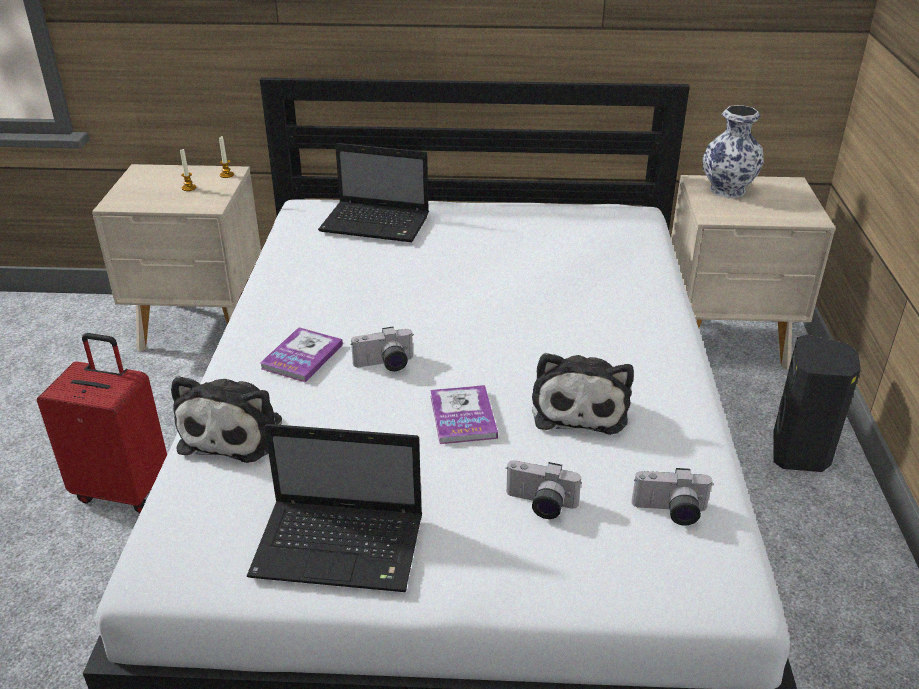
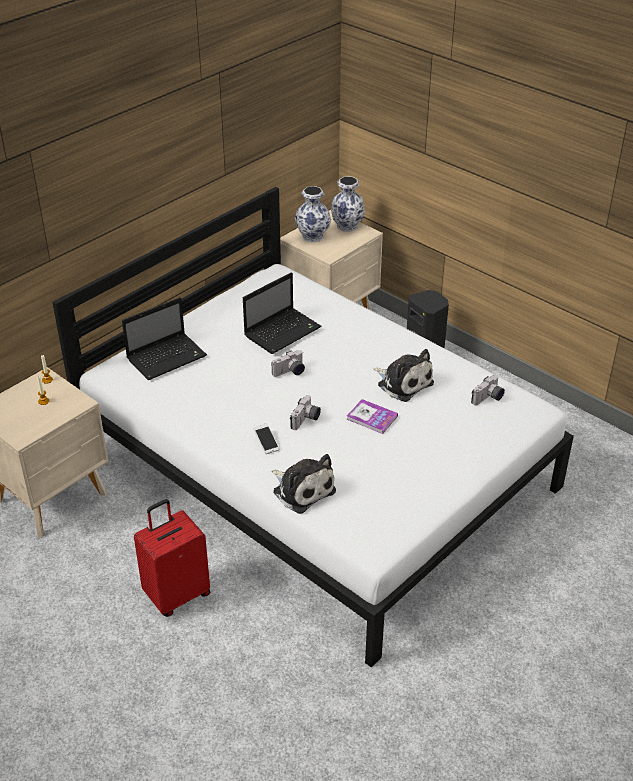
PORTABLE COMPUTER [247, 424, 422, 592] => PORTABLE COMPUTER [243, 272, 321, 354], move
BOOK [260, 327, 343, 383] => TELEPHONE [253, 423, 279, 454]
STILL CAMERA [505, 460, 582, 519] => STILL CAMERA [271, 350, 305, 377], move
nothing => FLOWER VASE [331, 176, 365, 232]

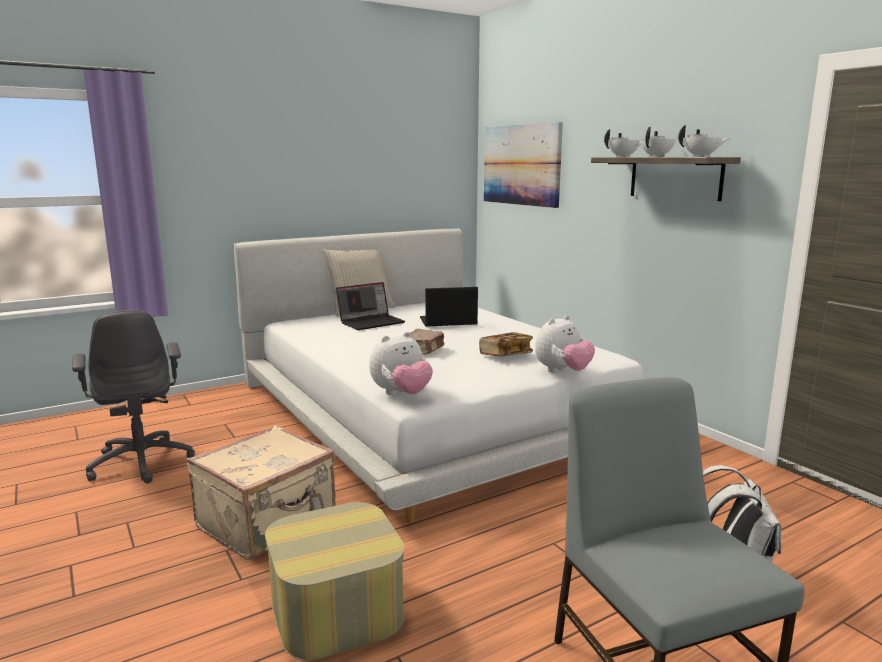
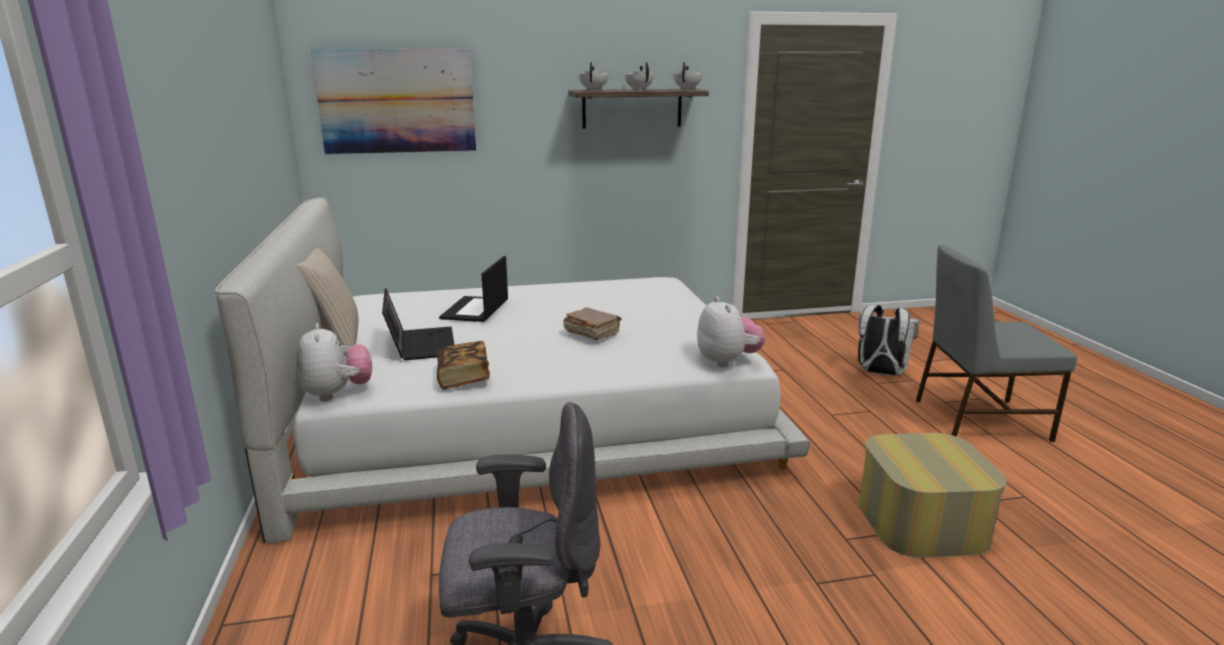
BEIGE-COLOURED TRAVEL CASE [186, 425, 336, 560] => nothing
BOOK [479, 332, 533, 357] => BOOK [437, 341, 490, 389], move
PLUSH TOY [535, 315, 595, 372] => PLUSH TOY [297, 323, 372, 401], move

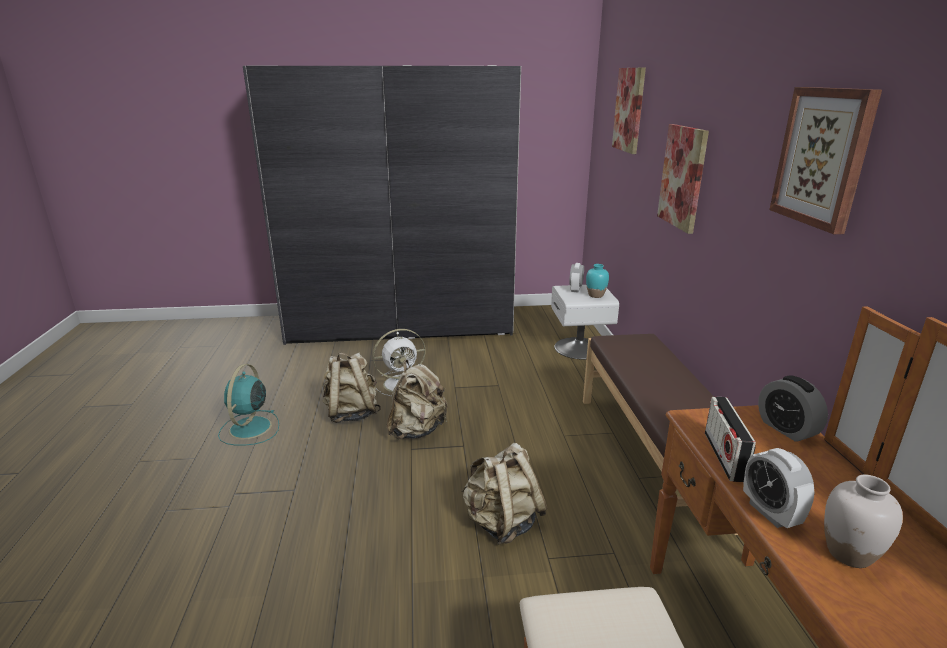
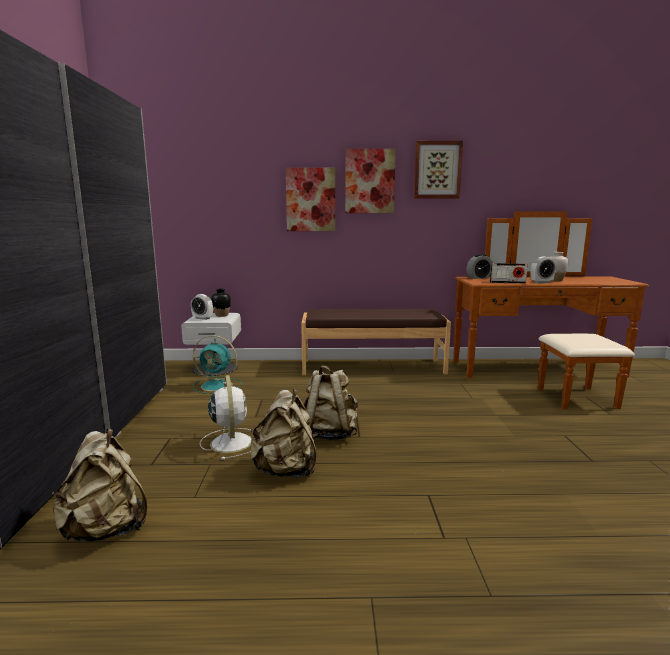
TURQUOISE FAN [218, 364, 279, 446] => TURQUOISE FAN [193, 335, 241, 394], move
BEIGE-COLOURED RUCKSACK [462, 443, 547, 545] => BEIGE-COLOURED RUCKSACK [52, 429, 147, 542], move
TURQUOISE FLOWER VASE [586, 264, 609, 298] => BLACK FLOWER VASE [211, 288, 231, 317]
PICTURE [612, 68, 646, 154] => PICTURE [345, 149, 396, 213], move

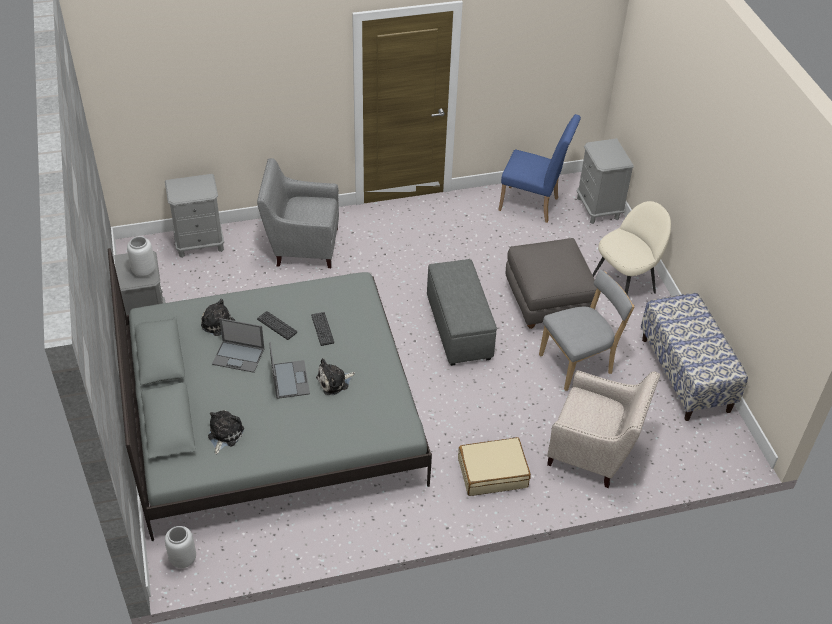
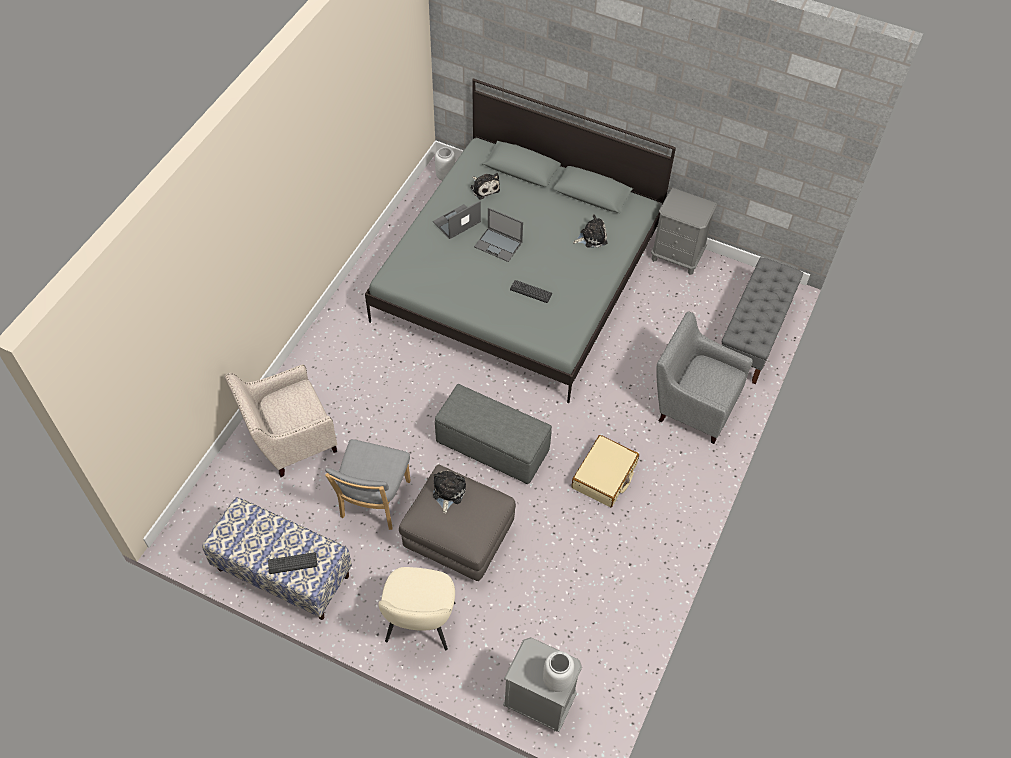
GRAY FLOWER VASE [127, 236, 155, 277] => GRAY FLOWER VASE [543, 651, 574, 692], move
GRAY NIGHT TABLE [165, 174, 224, 258] => GRAY INDOOR BENCH [722, 257, 803, 385]
PORTABLE COMPUTER [212, 318, 264, 373] => PORTABLE COMPUTER [433, 201, 481, 239], move
GRAY EASY CHAIR [257, 158, 339, 268] => GRAY EASY CHAIR [656, 311, 753, 444], 105 degrees counterclockwise
COMPUTER KEYBOARD [257, 311, 297, 340] => COMPUTER KEYBOARD [268, 552, 317, 574], move
PLUSH TOY [316, 358, 355, 395] => PLUSH TOY [433, 471, 466, 514], move
BEIGE-COLOURED TRAVEL CASE [458, 437, 531, 496] => BEIGE-COLOURED TRAVEL CASE [571, 435, 639, 507], move
BLUISH UPRIGHT CHAIR [498, 114, 581, 223] => nothing

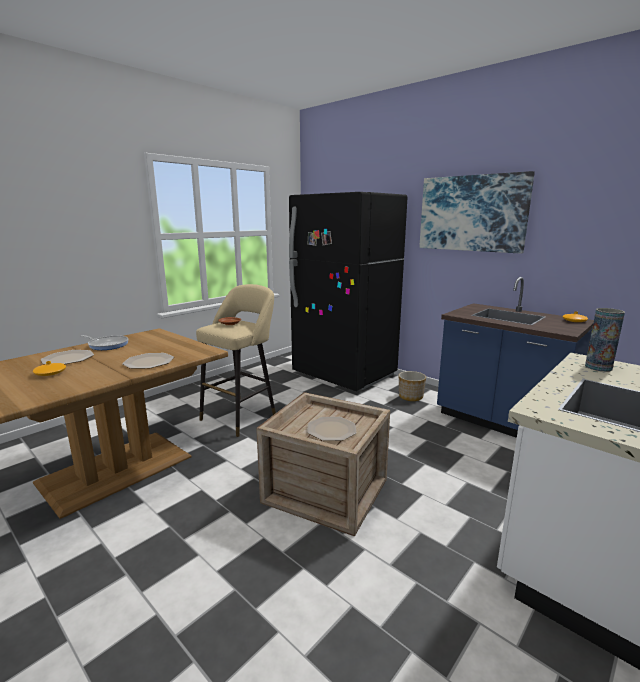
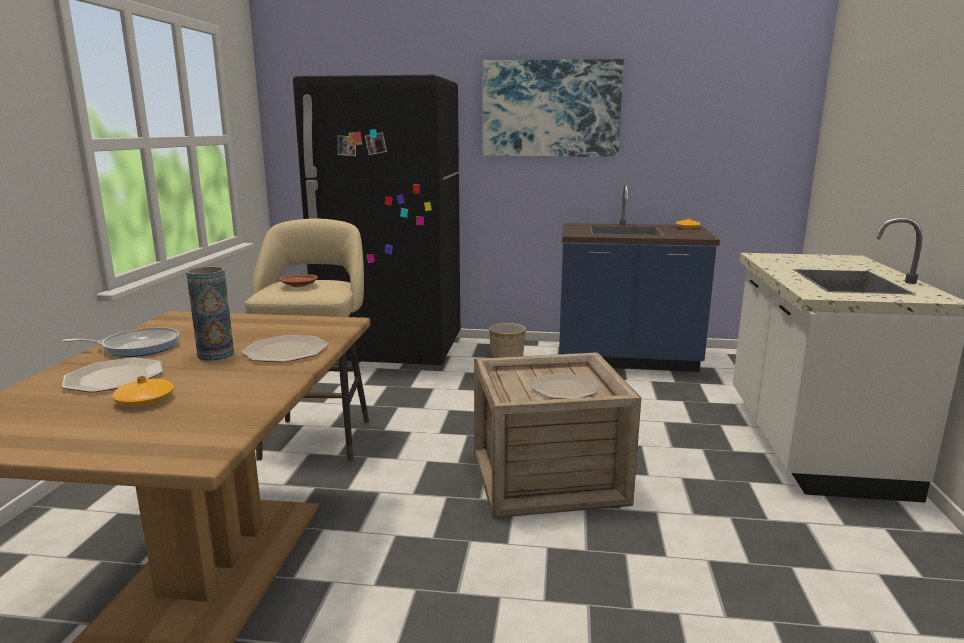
FLOWER VASE [585, 308, 625, 372] => FLOWER VASE [186, 267, 234, 361], move

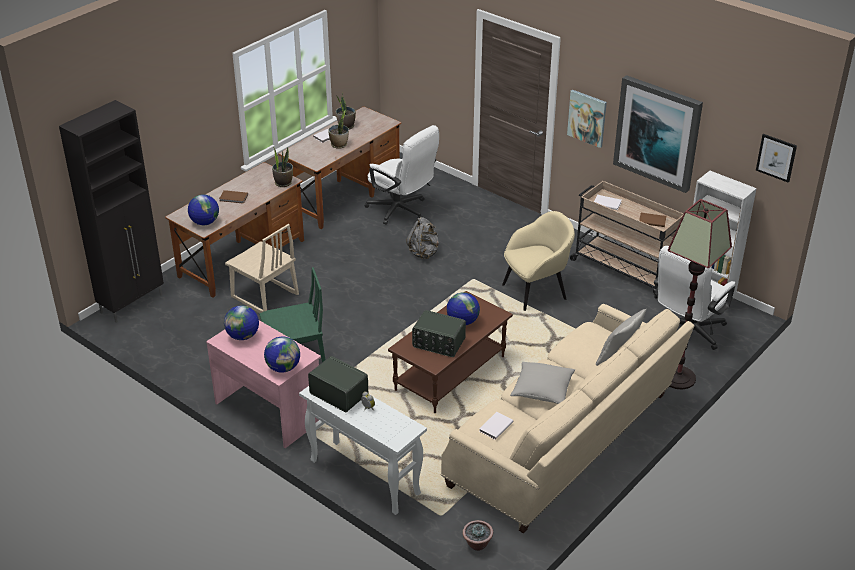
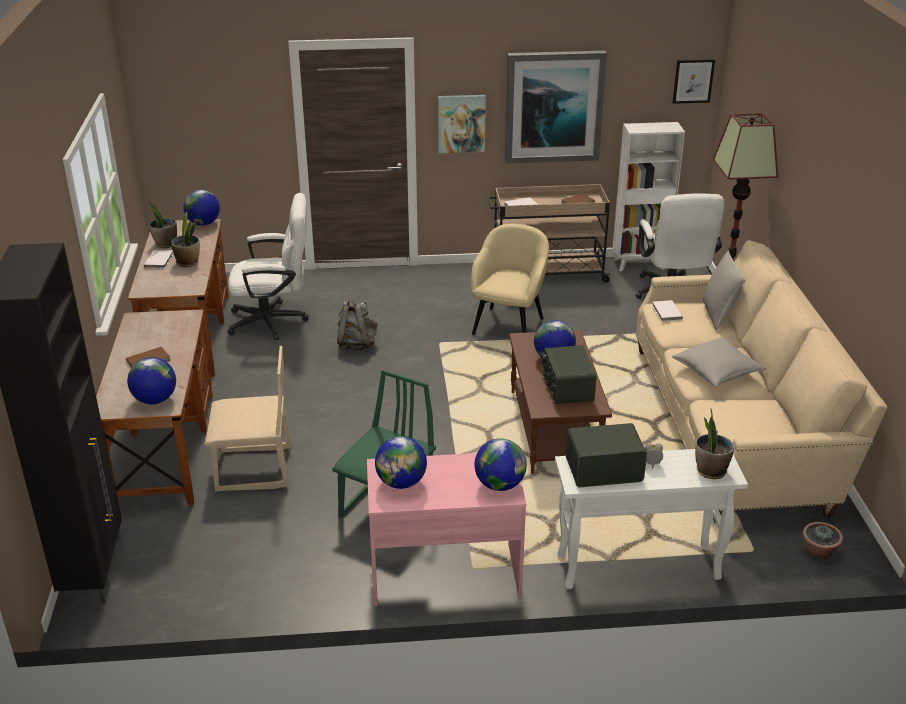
HOUSEPLANT [272, 147, 293, 187] => HOUSEPLANT [695, 409, 734, 479], move
RADIO RECEIVER [412, 310, 466, 357] => RADIO RECEIVER [542, 345, 597, 404], 105 degrees clockwise
WHITE BOOK [479, 412, 513, 440] => WHITE BOOK [652, 300, 683, 321], move
nothing => GLOBE [183, 190, 220, 226]

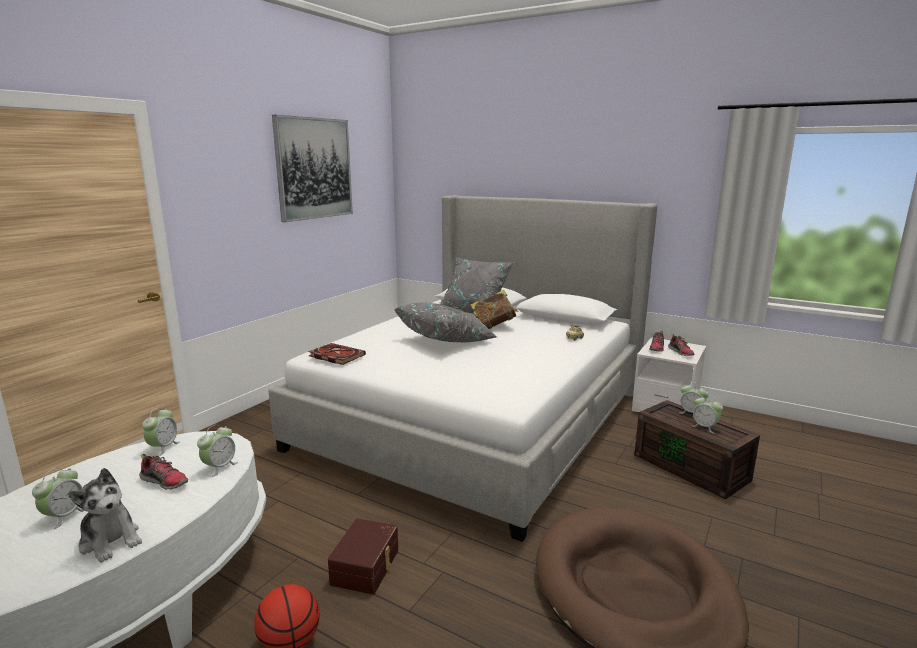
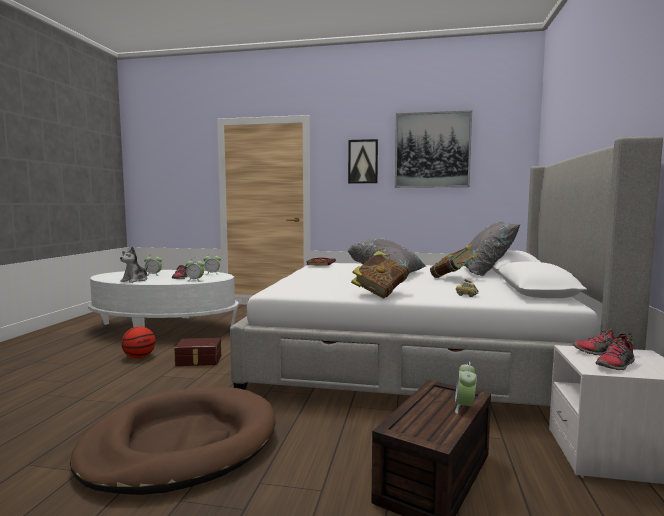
ALARM CLOCK [691, 395, 723, 433] => nothing
nothing => PICTURE [348, 139, 378, 184]
nothing => BOOK [351, 251, 409, 298]

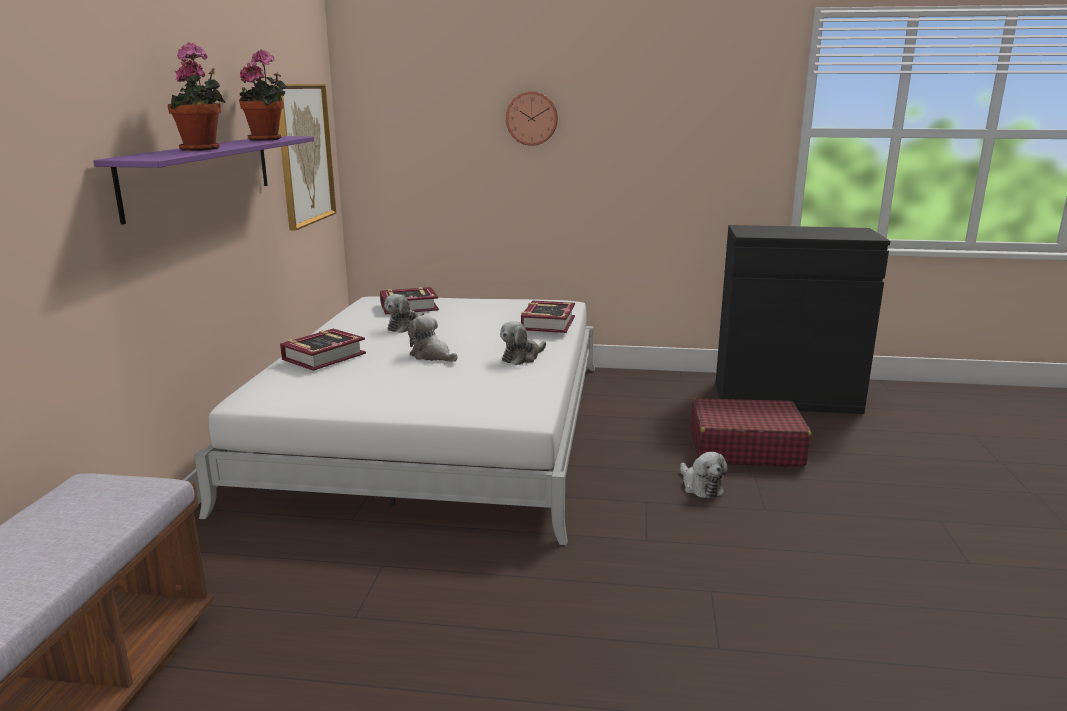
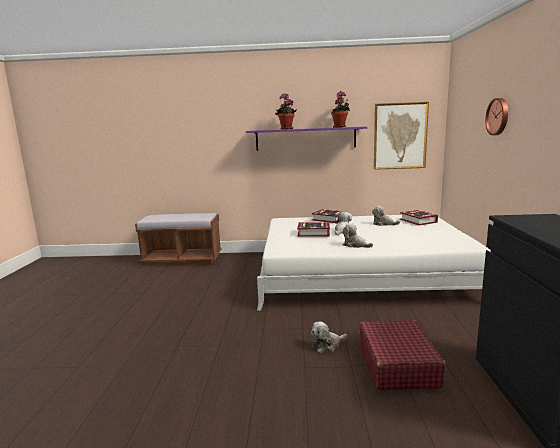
BOOK [521, 301, 575, 333] => BOOK [297, 222, 330, 237], move

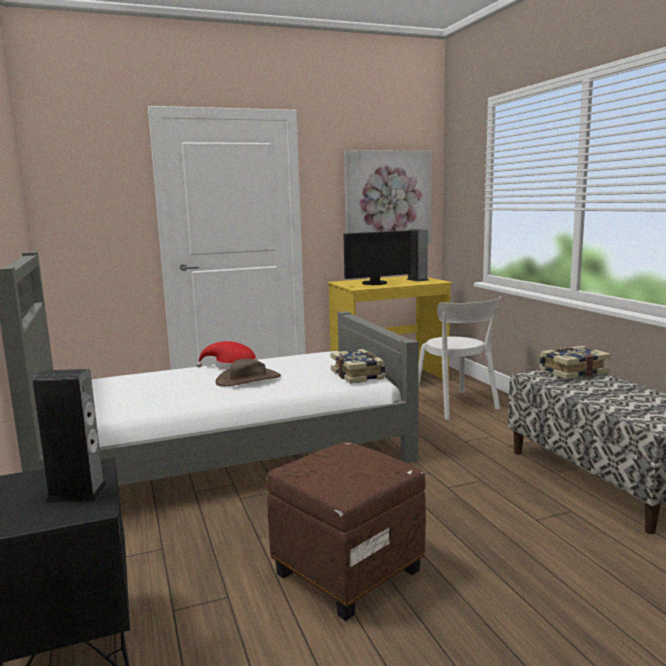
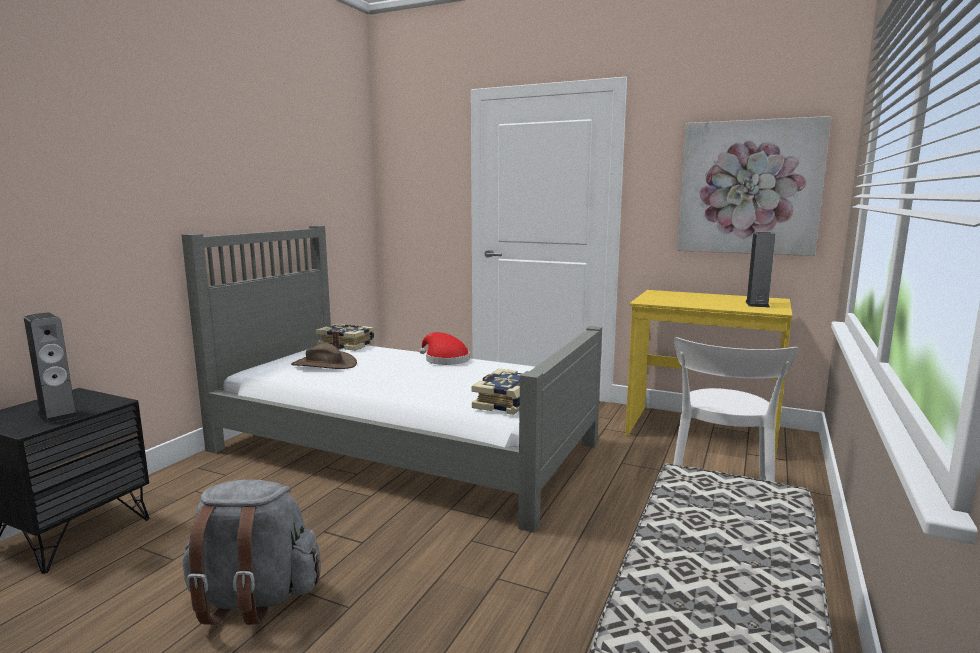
BROWNISH CLOTHING HAT [216, 359, 281, 386] => BROWNISH CLOTHING HAT [291, 343, 357, 369], move
BROWNISH POUFFE [266, 442, 426, 621] => GRAY RUCKSACK [183, 480, 321, 625]
COMPUTER DISPLAY [343, 230, 411, 285] => nothing
BOOK [539, 346, 611, 380] => BOOK [316, 323, 375, 351], move

